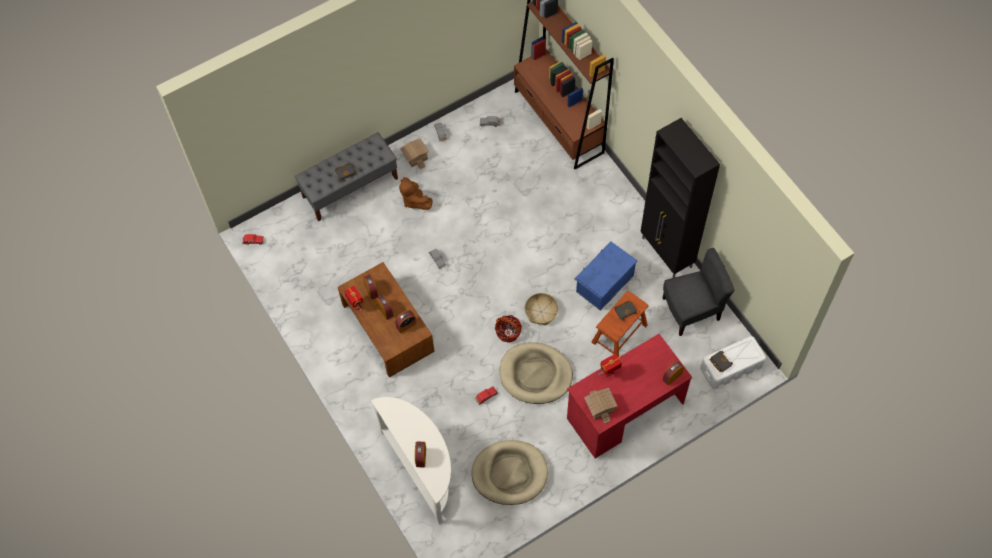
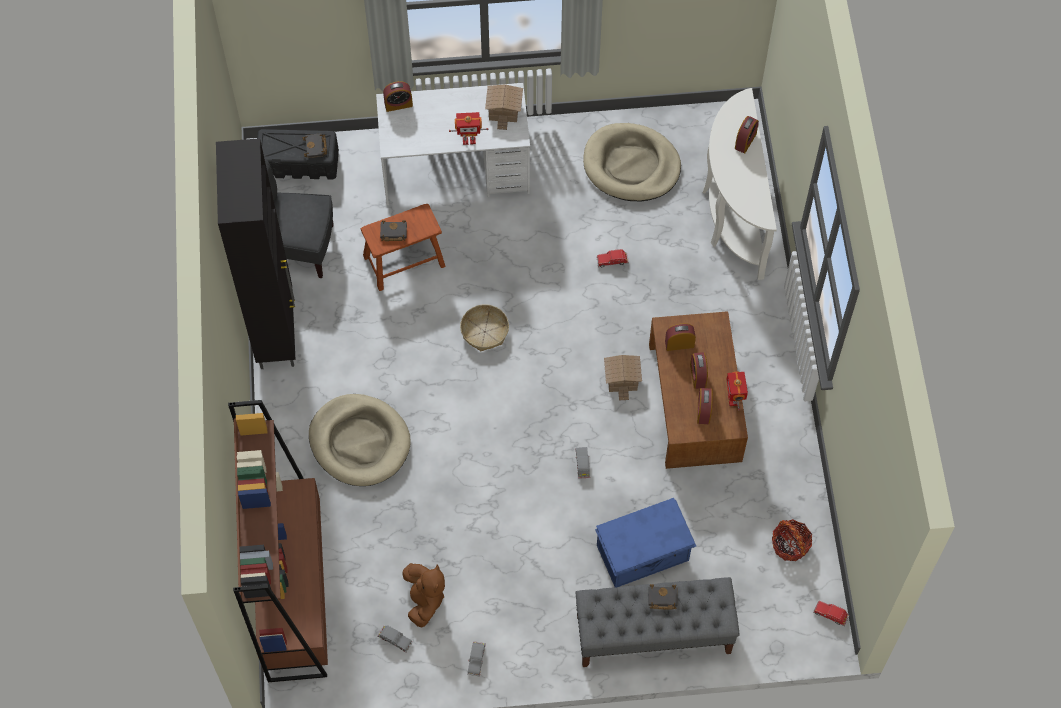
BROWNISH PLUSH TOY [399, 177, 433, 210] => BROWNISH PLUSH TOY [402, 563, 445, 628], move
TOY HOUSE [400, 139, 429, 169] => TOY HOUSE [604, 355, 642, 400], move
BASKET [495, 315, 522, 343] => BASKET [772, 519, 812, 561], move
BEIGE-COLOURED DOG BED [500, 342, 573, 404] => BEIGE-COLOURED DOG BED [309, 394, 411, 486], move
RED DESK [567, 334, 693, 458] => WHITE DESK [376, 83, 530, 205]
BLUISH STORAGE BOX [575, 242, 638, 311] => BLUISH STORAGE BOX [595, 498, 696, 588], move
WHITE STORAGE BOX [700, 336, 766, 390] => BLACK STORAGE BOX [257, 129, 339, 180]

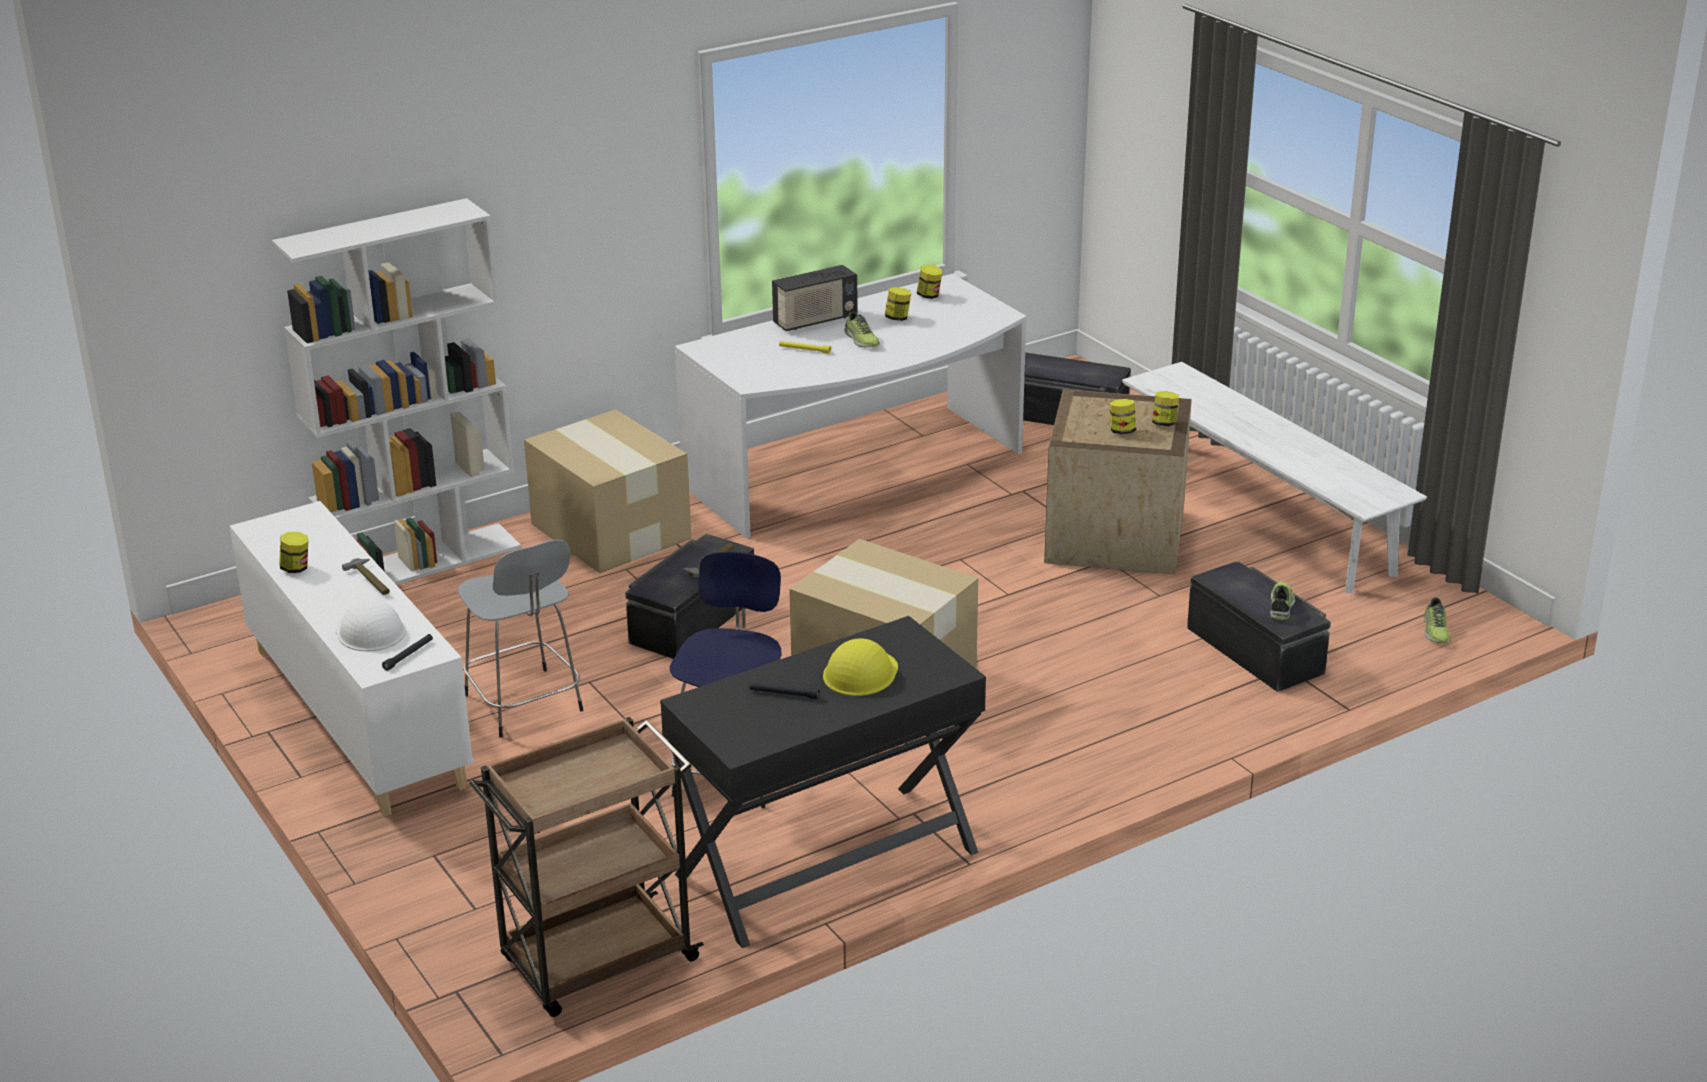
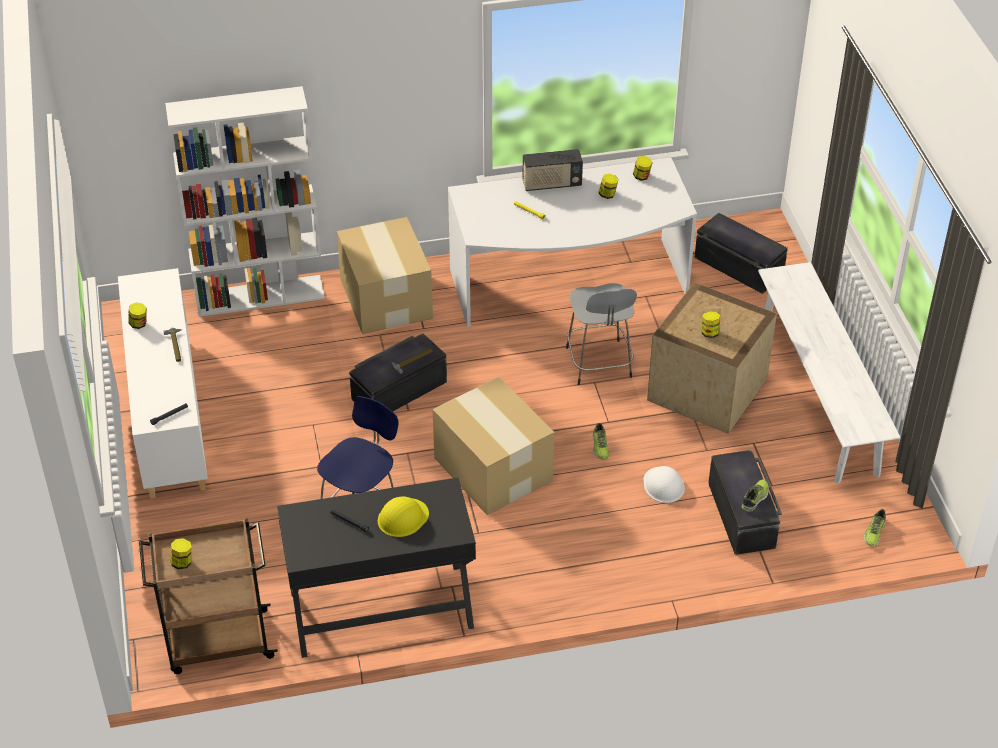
WHITE WORK HELMET [335, 599, 406, 651] => WHITE WORK HELMET [643, 466, 685, 503], move
GRAY SITTING STOOL [458, 540, 583, 738] => GRAY SITTING STOOL [566, 283, 637, 385], move
LOW SHOE [844, 312, 880, 347] => LOW SHOE [592, 423, 610, 460], move
PRESERVE JAR [1152, 391, 1179, 426] => PRESERVE JAR [170, 538, 192, 569], move

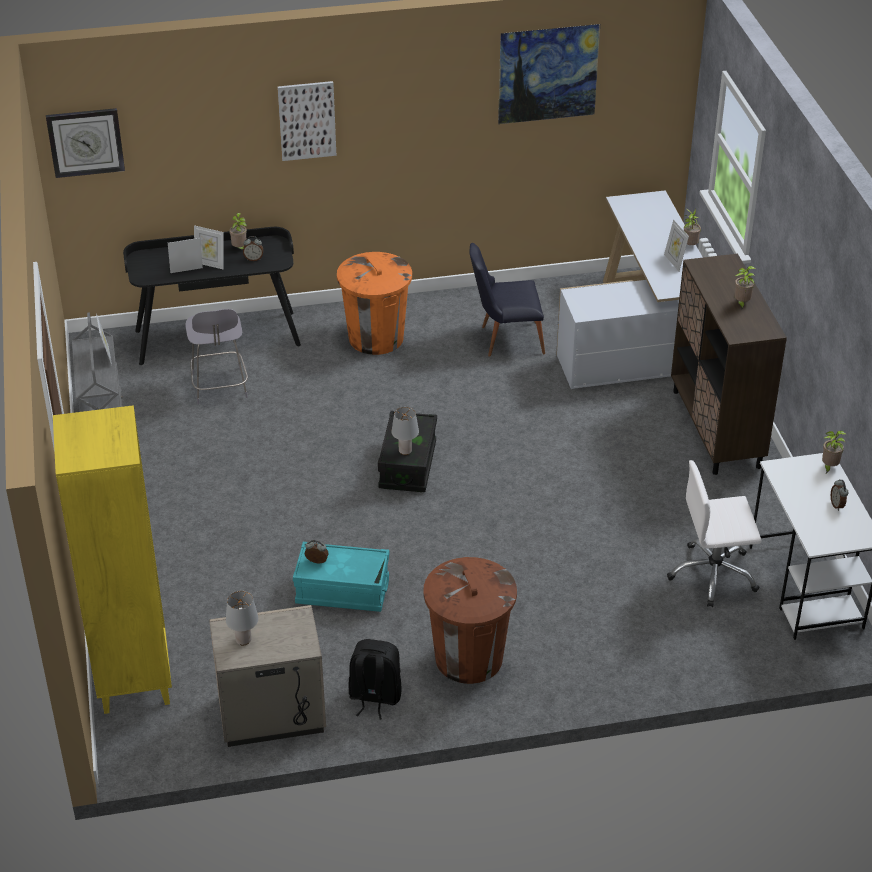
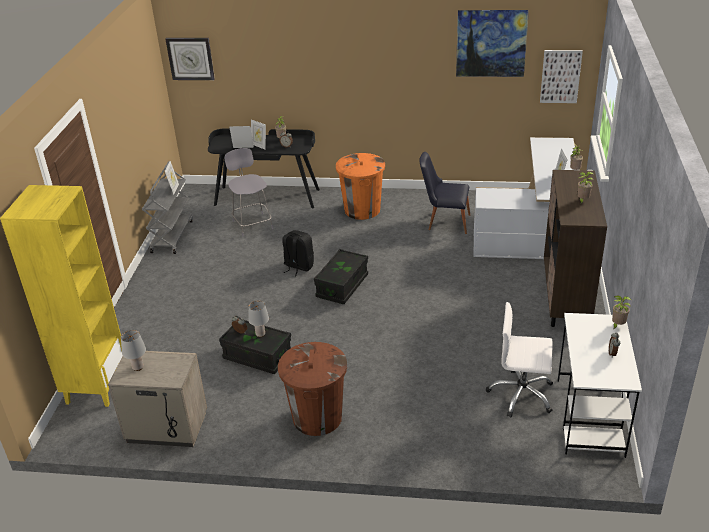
GRAY UPRIGHT CHAIR [185, 309, 248, 404] => GRAY UPRIGHT CHAIR [225, 148, 273, 237], 150 degrees clockwise
PICTURE [277, 81, 336, 161] => PICTURE [540, 50, 583, 103], move
TURQUOISE STORAGE BOX [293, 542, 389, 612] => BLACK STORAGE BOX [219, 318, 291, 374]
BLACK RUCKSACK [349, 639, 402, 719] => BLACK RUCKSACK [282, 230, 314, 276], move
GRAY LAMP FOR A TABLE [392, 407, 419, 455] => GRAY LAMP FOR A TABLE [248, 301, 269, 337], move

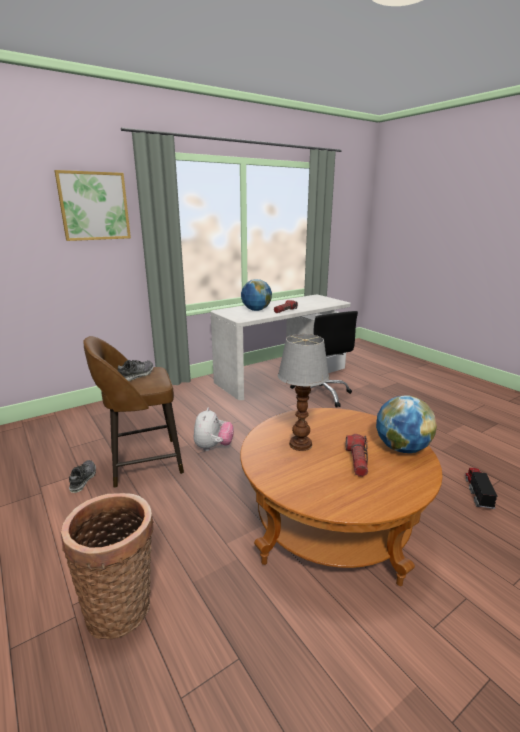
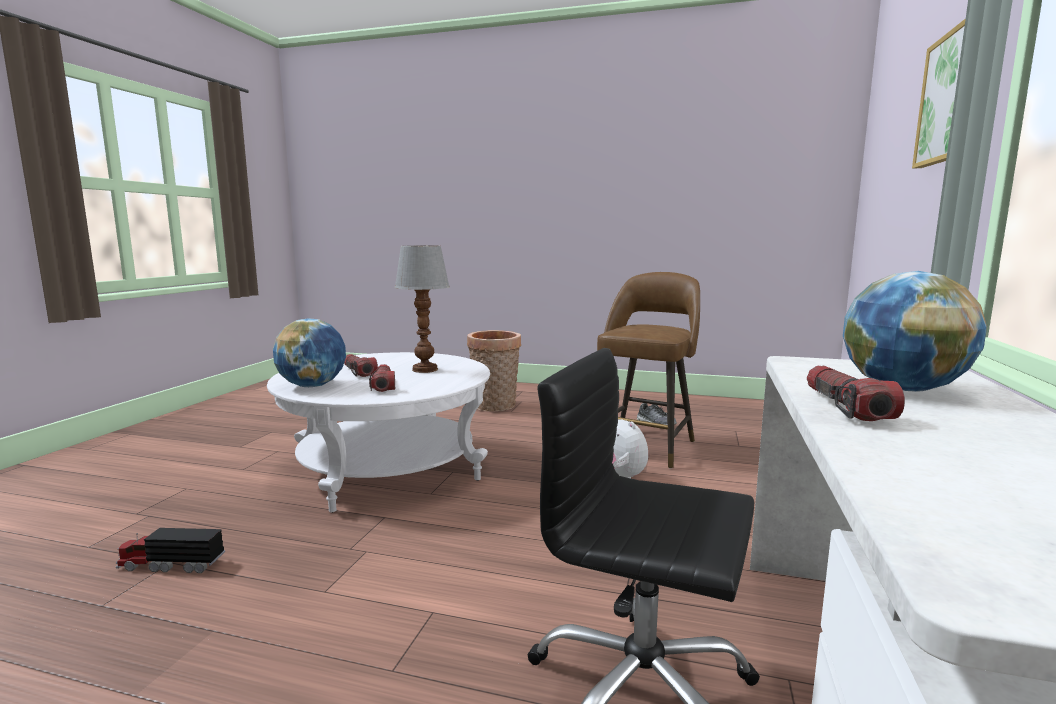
LOW SHOE [118, 360, 153, 381] => nothing
BROWNISH LOW TABLE [240, 408, 443, 586] => WHITE LOW TABLE [267, 352, 490, 513]
TOY TRUCK [465, 467, 497, 509] => TOY TRUCK [116, 528, 225, 573], 120 degrees clockwise
nothing => FLASHLIGHT [369, 364, 395, 392]

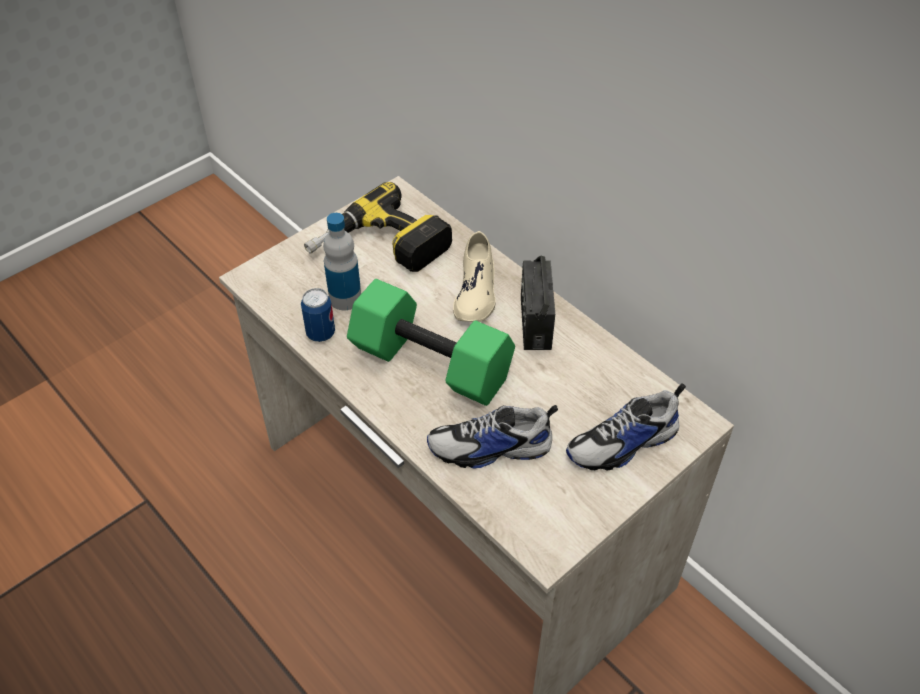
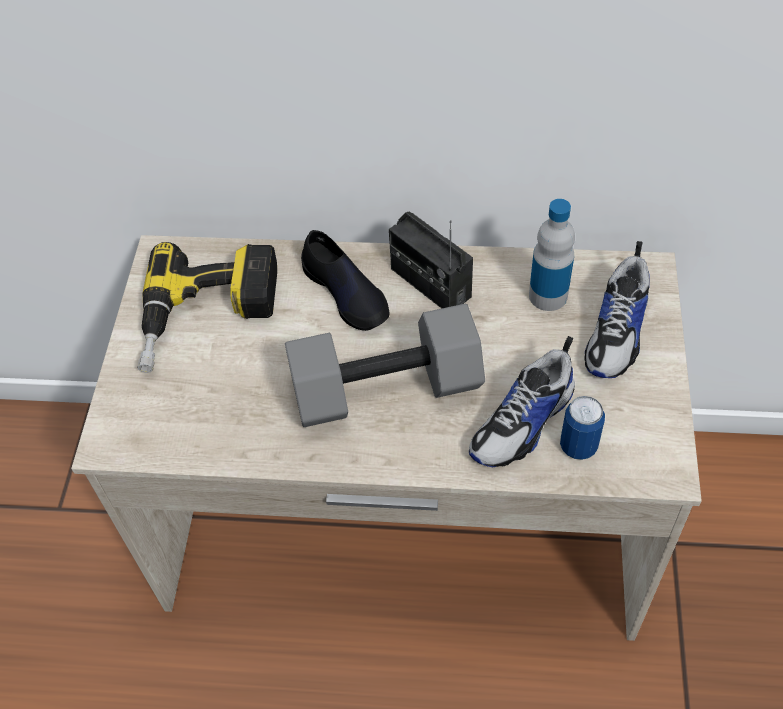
SEALED CAN [301, 288, 335, 342] => SEALED CAN [560, 396, 605, 460], move
DRINK BOTTLE [323, 213, 361, 310] => DRINK BOTTLE [529, 199, 575, 311], move
GREENISH FREE WEIGHT [347, 279, 515, 406] => GRAY FREE WEIGHT [285, 303, 485, 427]
BEIGE-COLOURED LOW SHOE [453, 231, 495, 322] => BLACK LOW SHOE [301, 230, 389, 331]

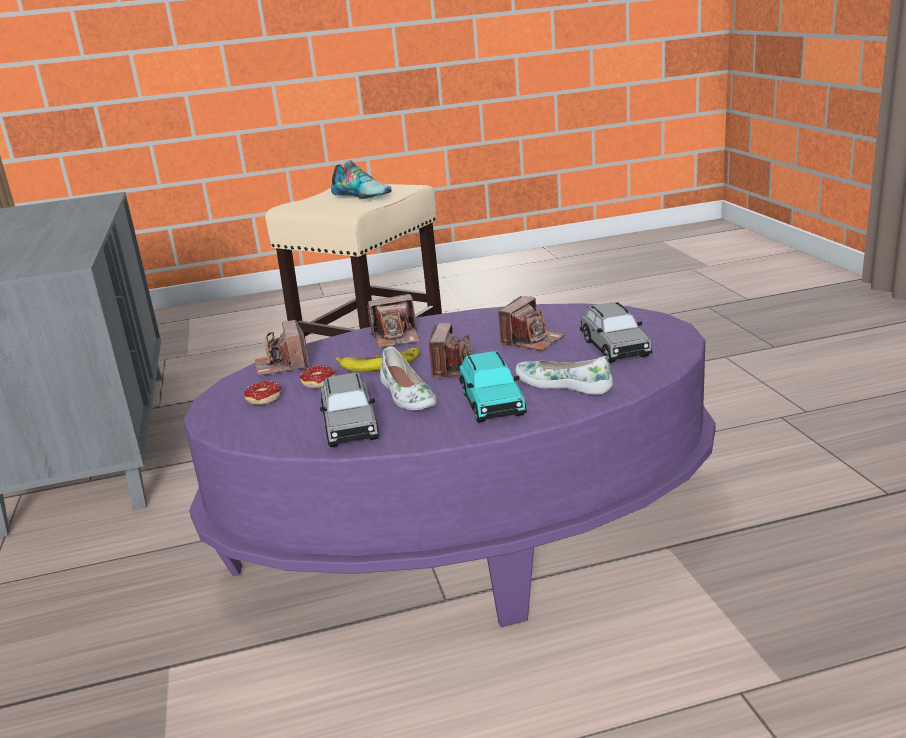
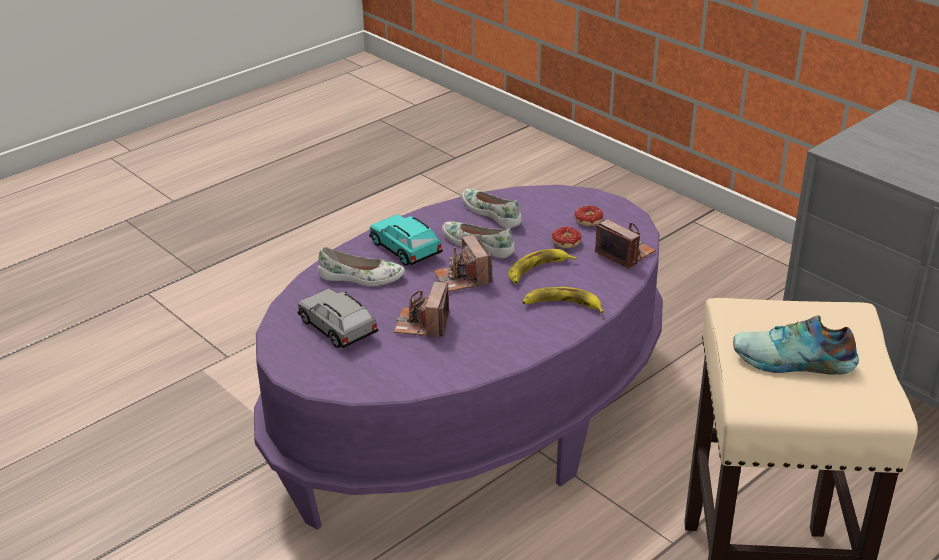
GRAY MINIATURE CAR [320, 373, 379, 447] => WHITE LOW SHOE [462, 189, 522, 228]
STILL CAMERA [367, 294, 420, 347] => WHOLE BANANA [522, 287, 604, 313]

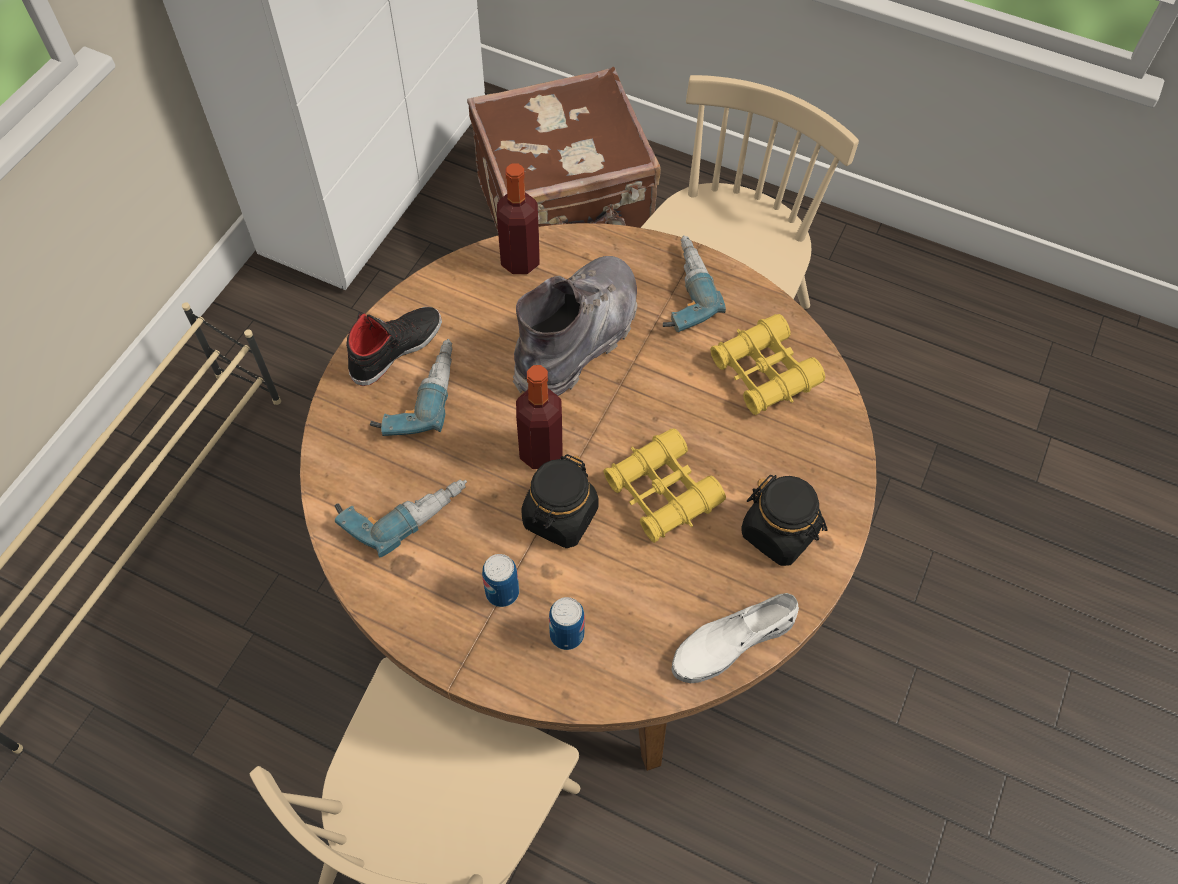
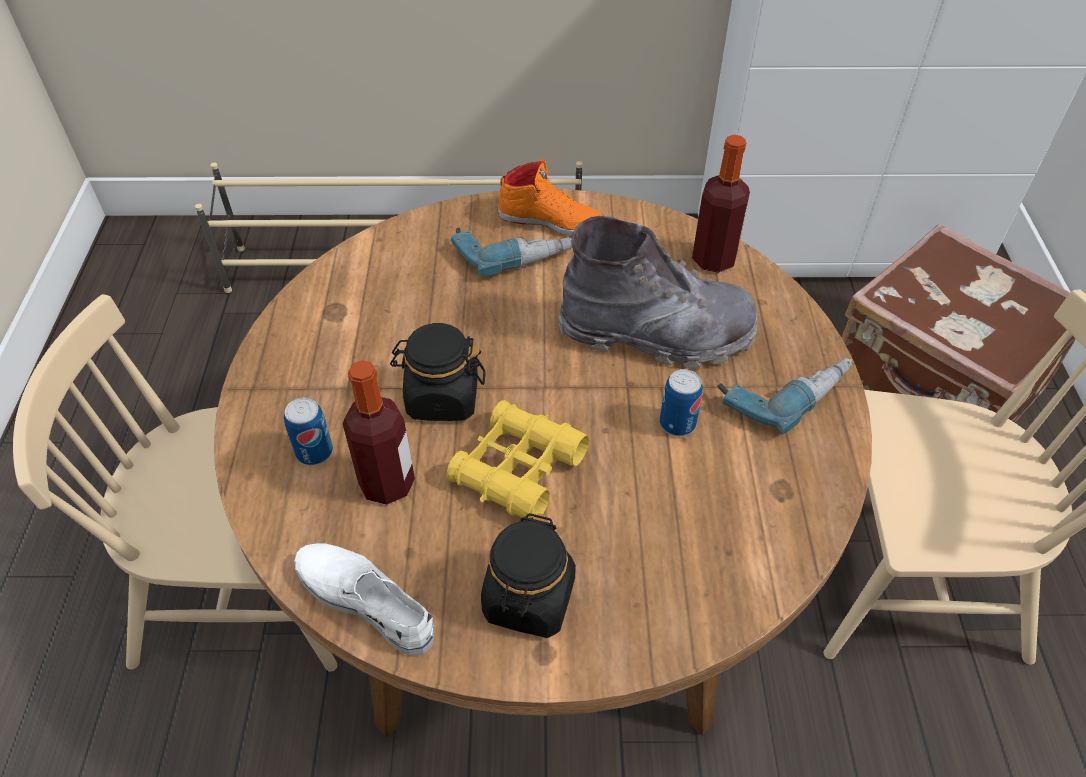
POWER DRILL [335, 480, 467, 557] => nothing
BLACK LOW SHOE [346, 307, 442, 386] => ORANGEY LOW SHOE [498, 159, 605, 237]
SEALED CAN [482, 554, 519, 607] => SEALED CAN [660, 369, 703, 436], move
DRINK BOTTLE [516, 365, 563, 469] => DRINK BOTTLE [343, 360, 415, 505], move
YELLOW PAIR OF BINOCULARS [710, 314, 825, 415] => nothing

